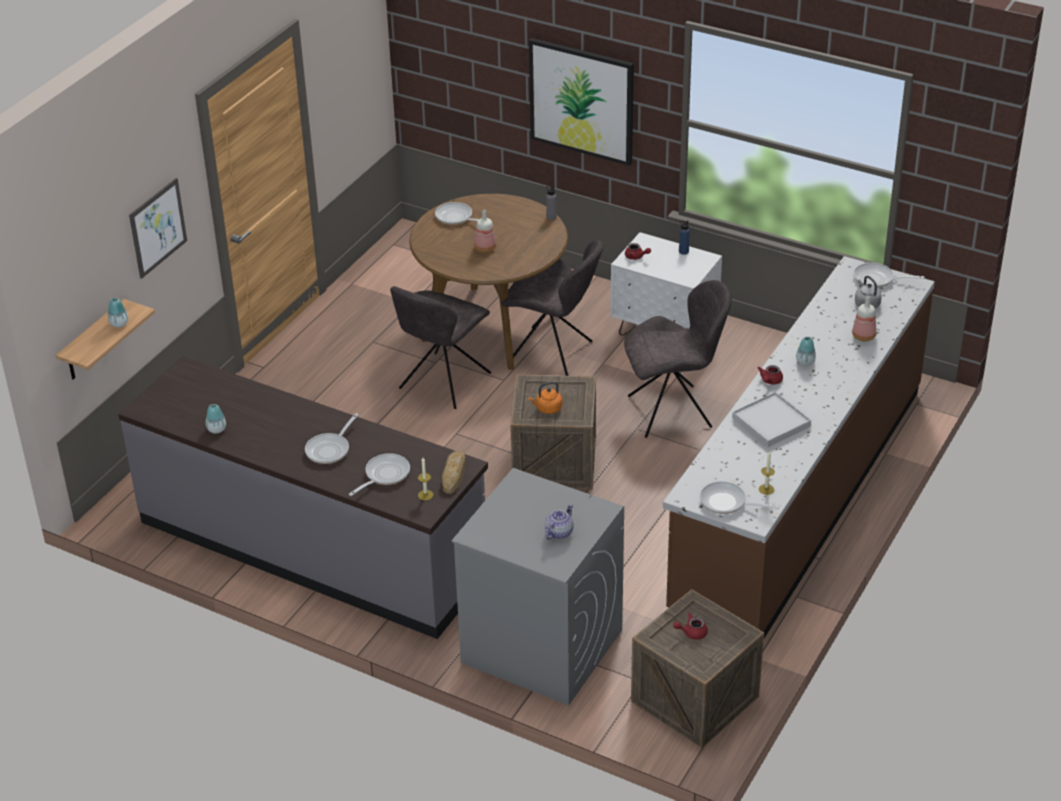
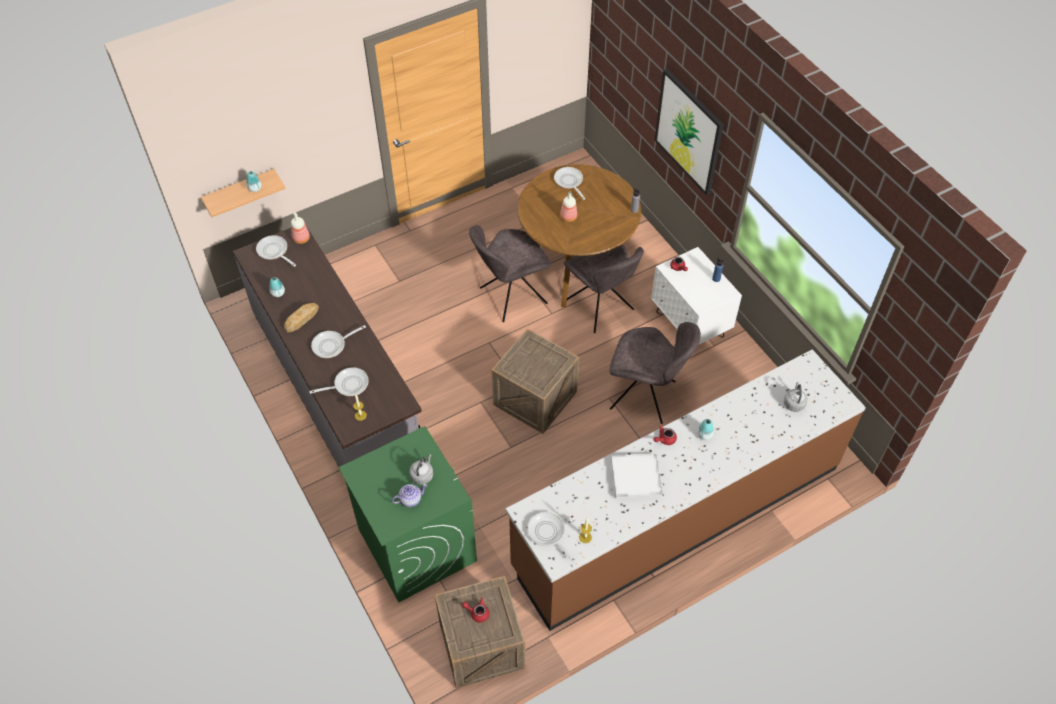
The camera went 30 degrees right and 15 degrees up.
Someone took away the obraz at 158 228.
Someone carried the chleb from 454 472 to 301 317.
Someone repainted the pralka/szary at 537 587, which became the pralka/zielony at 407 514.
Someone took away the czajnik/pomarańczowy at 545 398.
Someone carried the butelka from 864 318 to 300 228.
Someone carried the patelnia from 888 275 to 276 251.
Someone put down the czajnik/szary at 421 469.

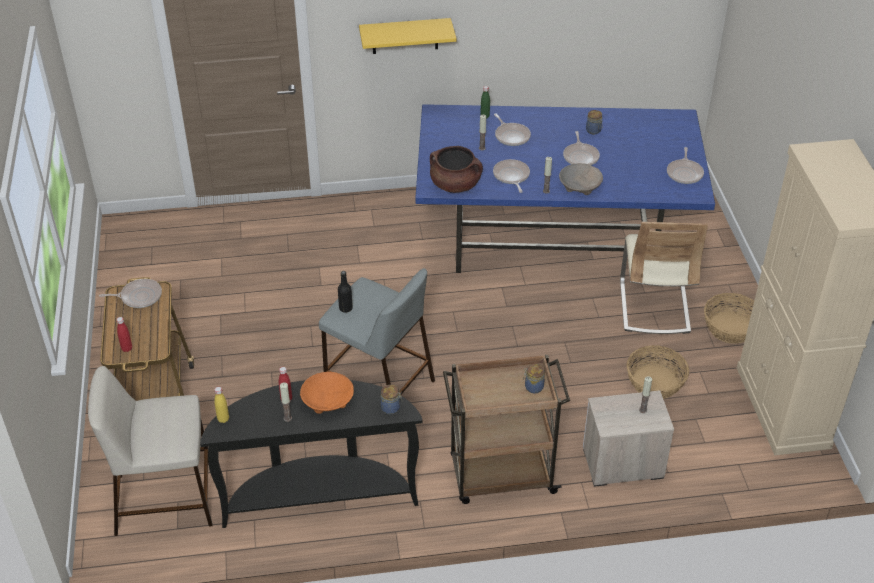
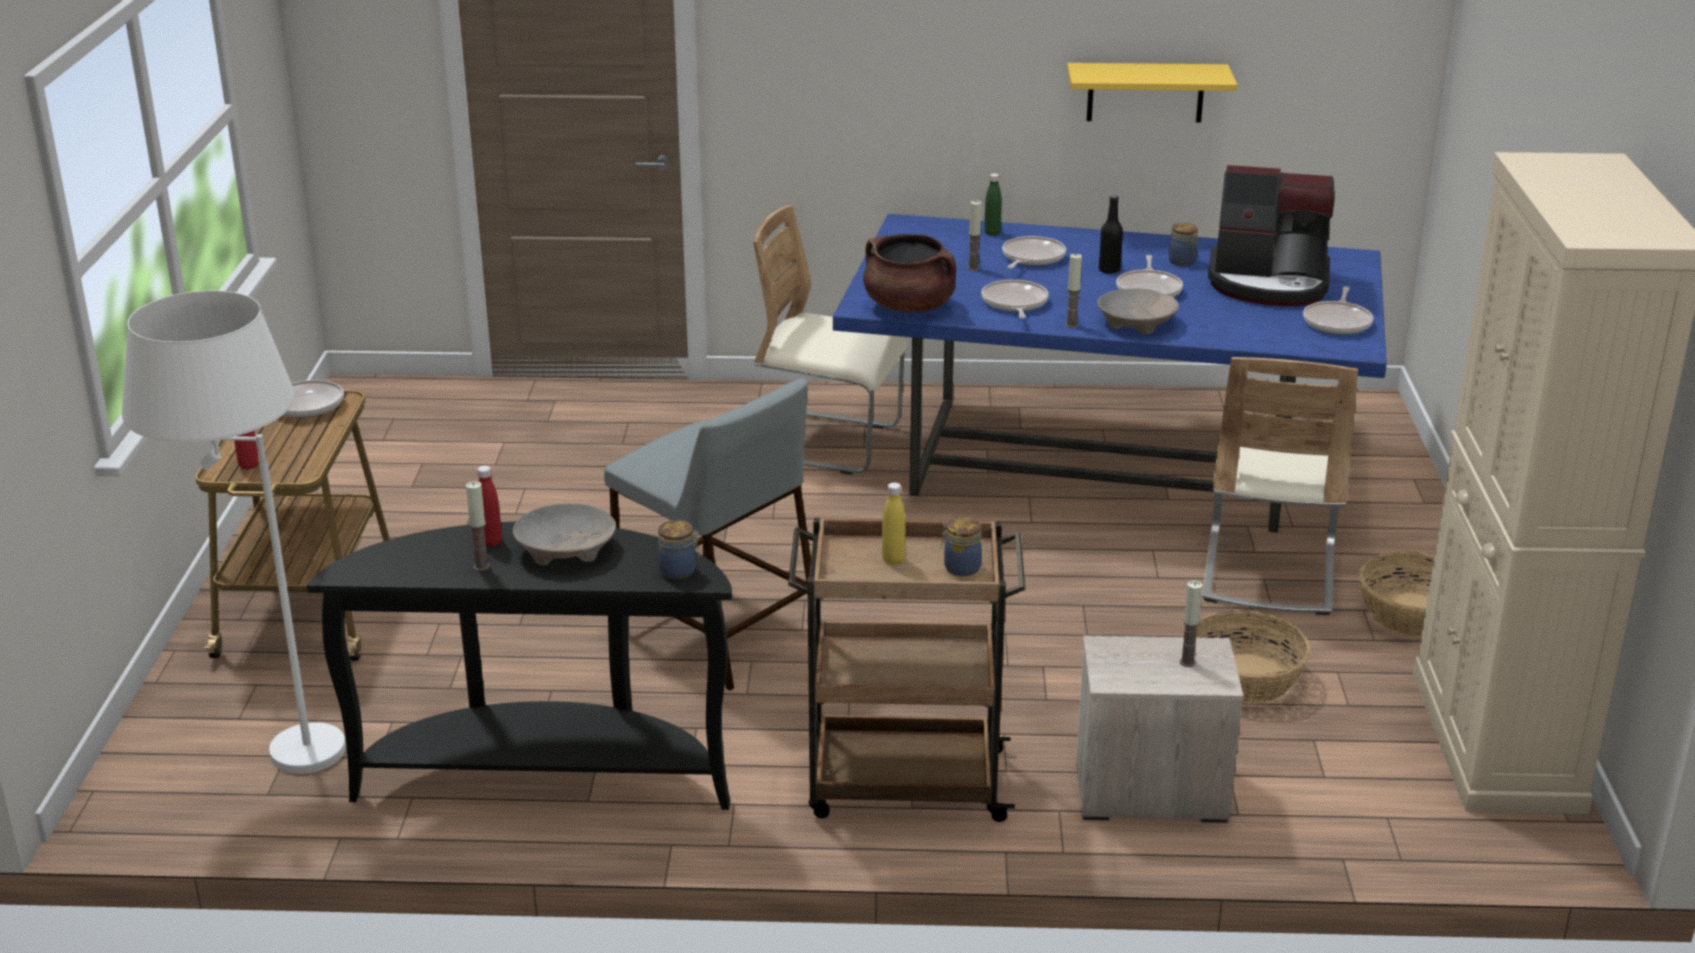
The camera went 10 degrees right and 15 degrees down.
Someone swapped the stołek/beżowy at 150 451 for the lampa stojąca/biały at 234 532.
Someone carried the butelka/żółty from 221 405 to 893 523.
Someone repainted the miska/pomarańczowy at 327 393, which became the miska/beżowy at 564 534.
Someone carried the butelka/czarny from 345 292 to 1111 234.
Someone carried the półka/żółty from 408 36 to 1152 92.
Someone rotated the patelnia at 512 130 by 135 degrees counterclockwise.
Someone put down the krzesło/beżowy at 830 340.
Someone put down the ekspres do kawy at 1271 235.

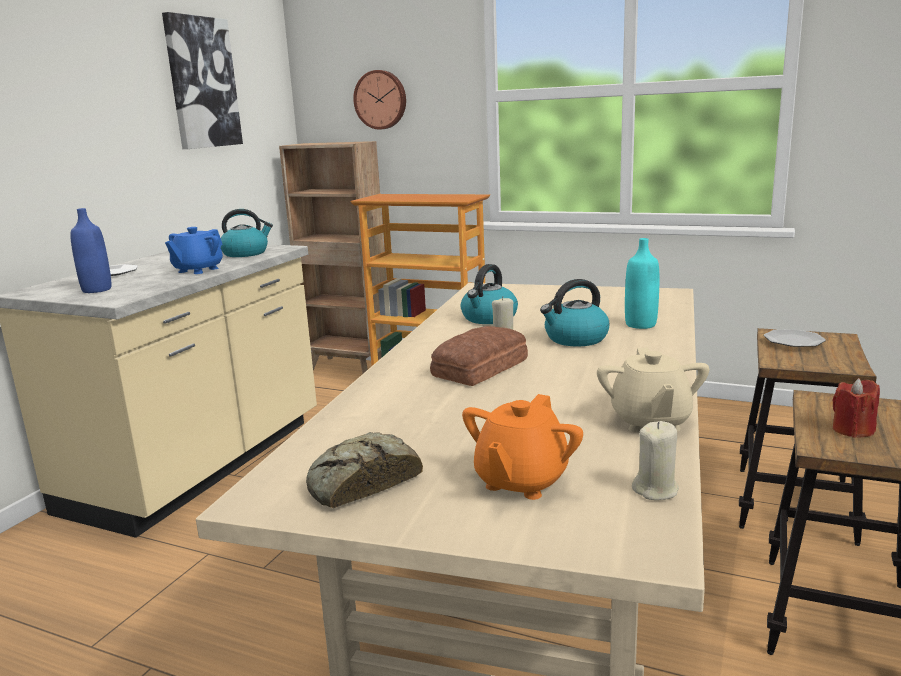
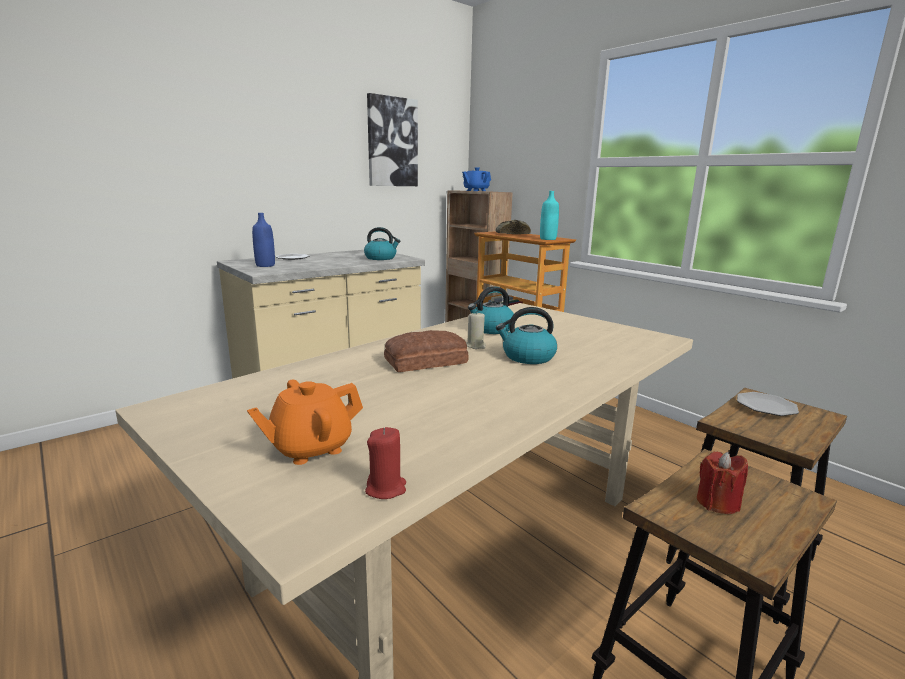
The camera went 25 degrees right and 0 degrees up.
Someone carried the imbryk/niebieski from 194 250 to 476 179.
Someone carried the chleb from 364 470 to 513 227.
Someone took away the zegar ścienny at 379 100.
Someone took away the imbryk/beżowy at 653 390.
Someone carried the butelka/turkusowy from 642 283 to 549 215.
Someone repainted the świeca/beżowy at 655 460, which became the świeca/czerwony at 385 463.

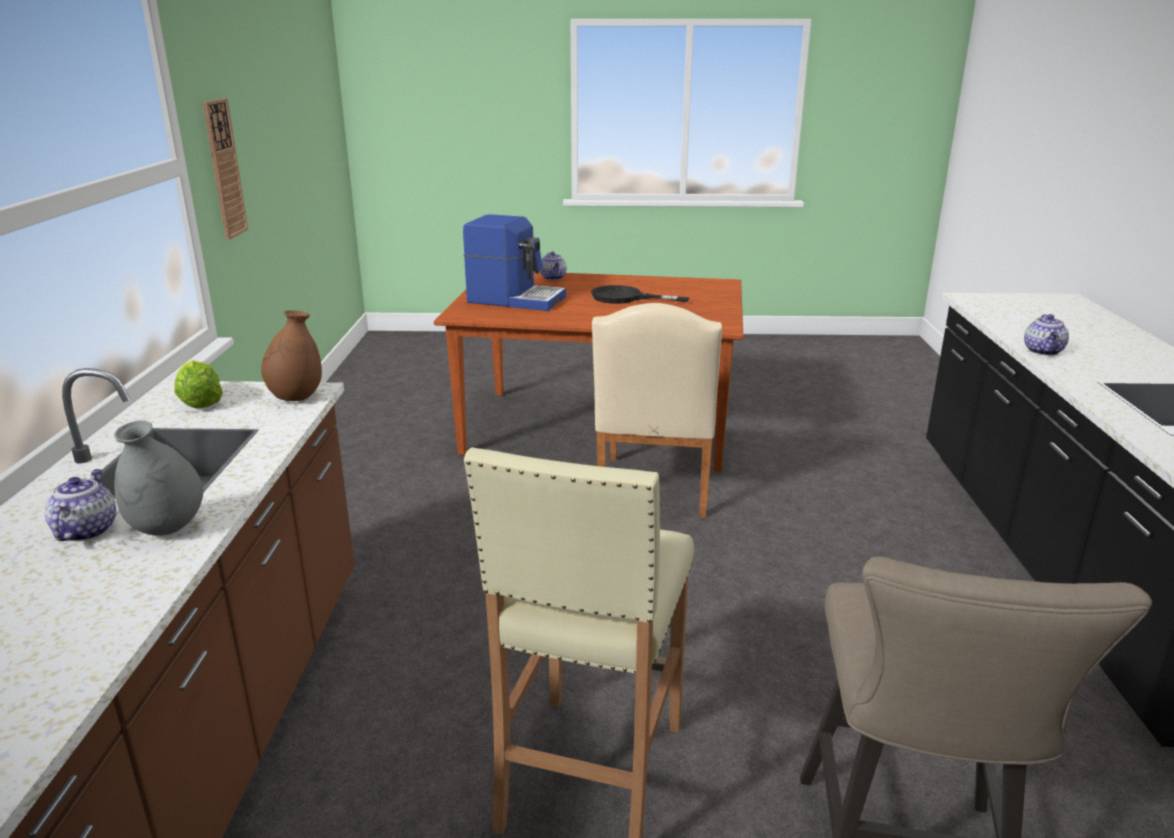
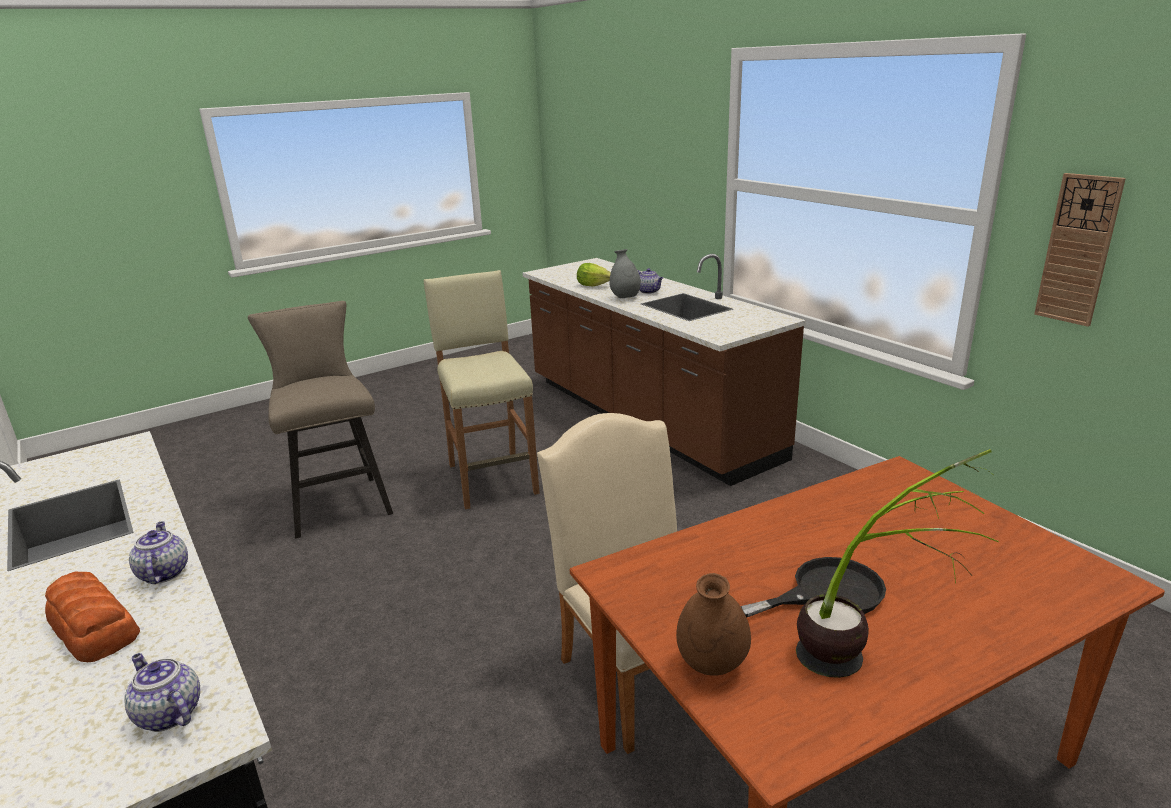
The camera went 145 degrees right and 0 degrees up.
Someone carried the sałata from 198 384 to 594 275.
Someone carried the wazon/brązowy from 291 355 to 713 624.
Someone took away the ekspres do kawy at 514 262.
Someone carried the imbryk from 553 266 to 162 692.
Someone put down the chleb at 92 617.
Someone put down the roślina doniczkowa at 897 563.

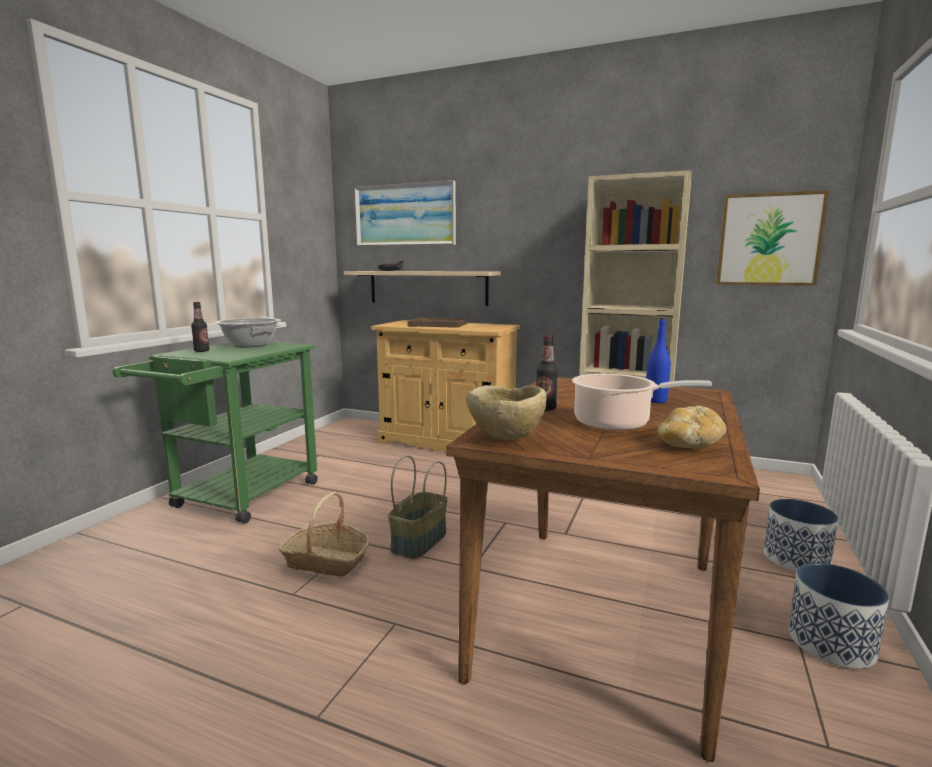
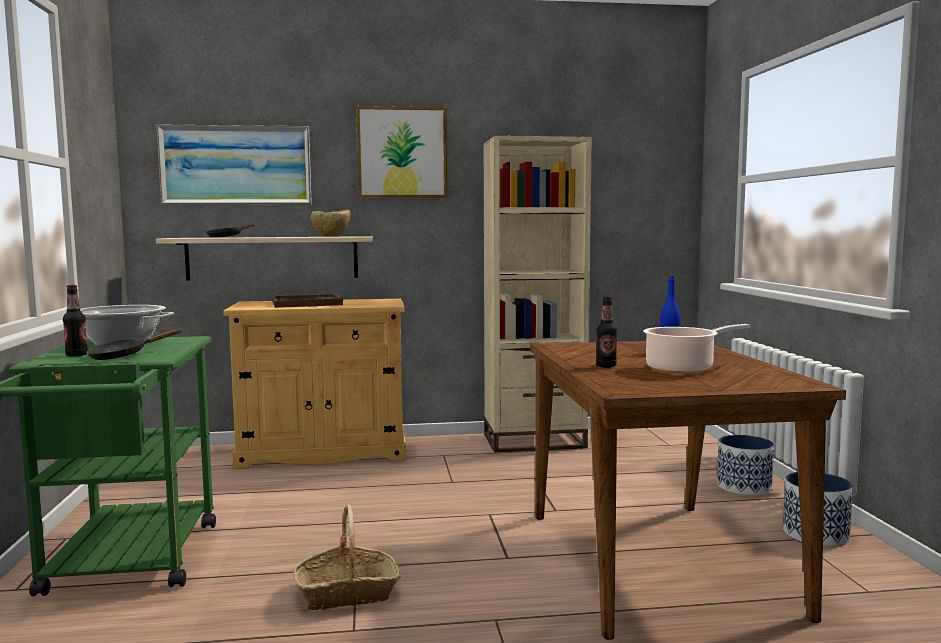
The camera went 30 degrees left and 5 degrees down.
Someone took away the koszyk at 417 507.
Someone carried the miska/beżowy from 506 412 to 330 223.
Someone took away the chleb at 692 427.
Someone carried the obraz from 772 238 to 401 152.
Someone put down the patelnia/czarny at 134 344.

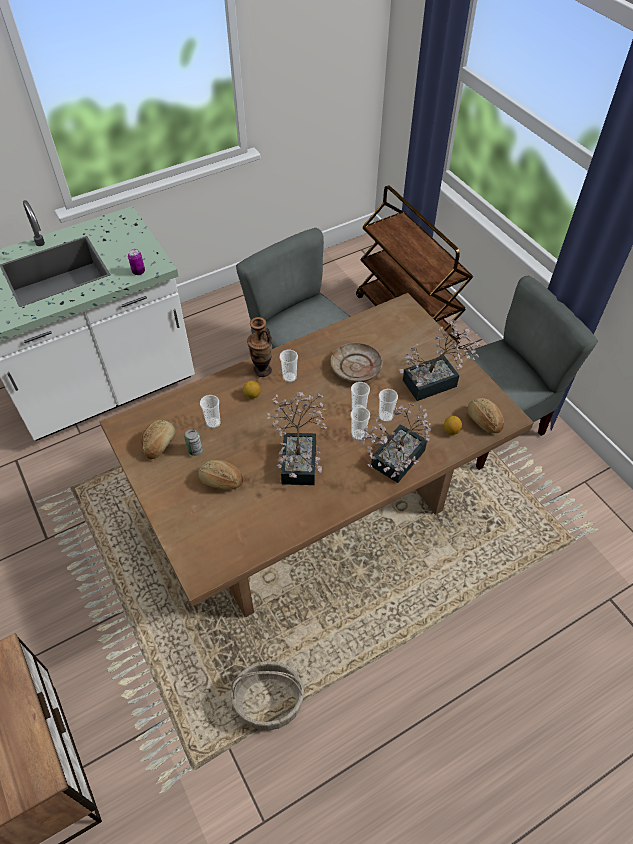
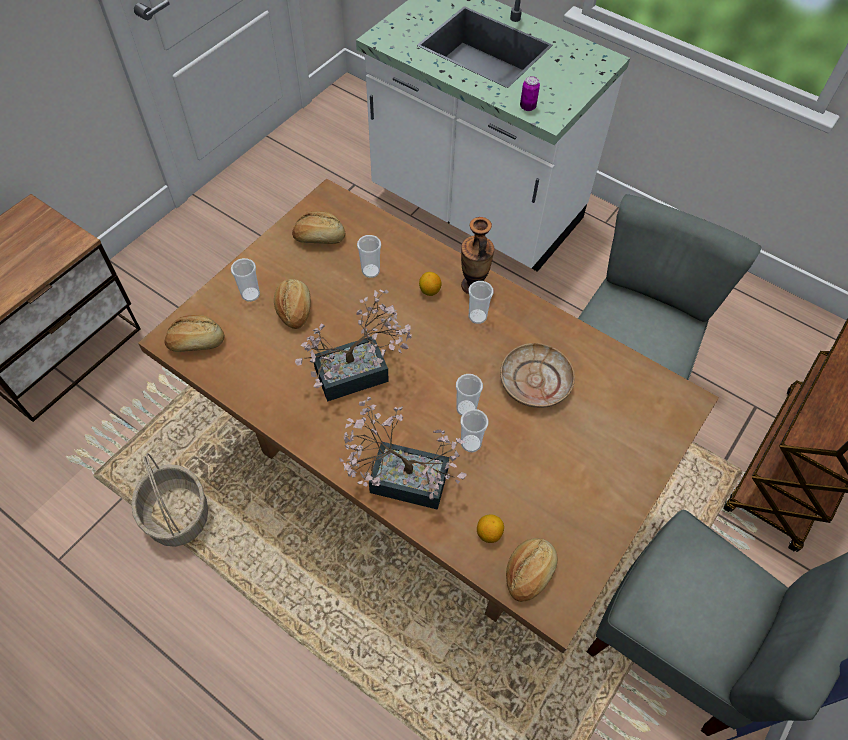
The camera went 65 degrees right and 5 degrees up.
Someone took away the puszka at 193 442.
Someone carried the filiżanka from 360 424 to 245 280.
Someone took away the roślina doniczkowa at 439 360.
Someone put down the chleb at 195 333.

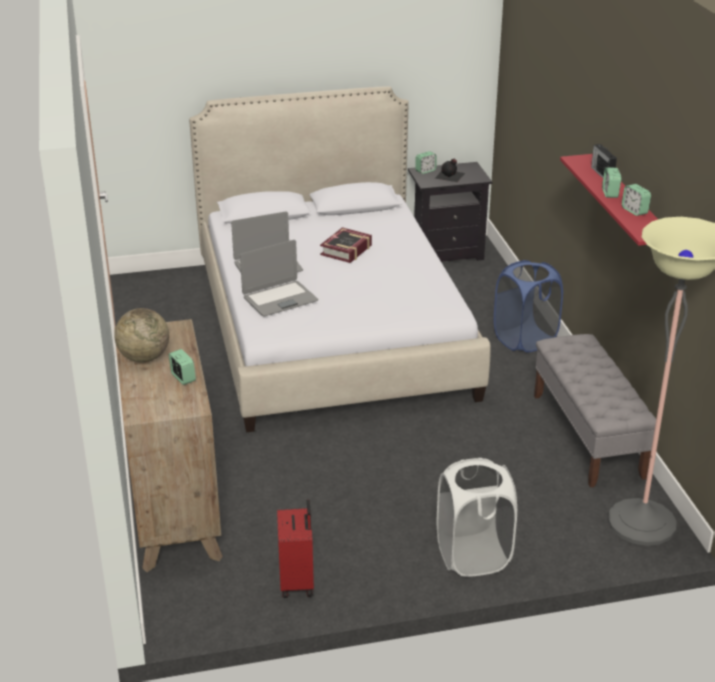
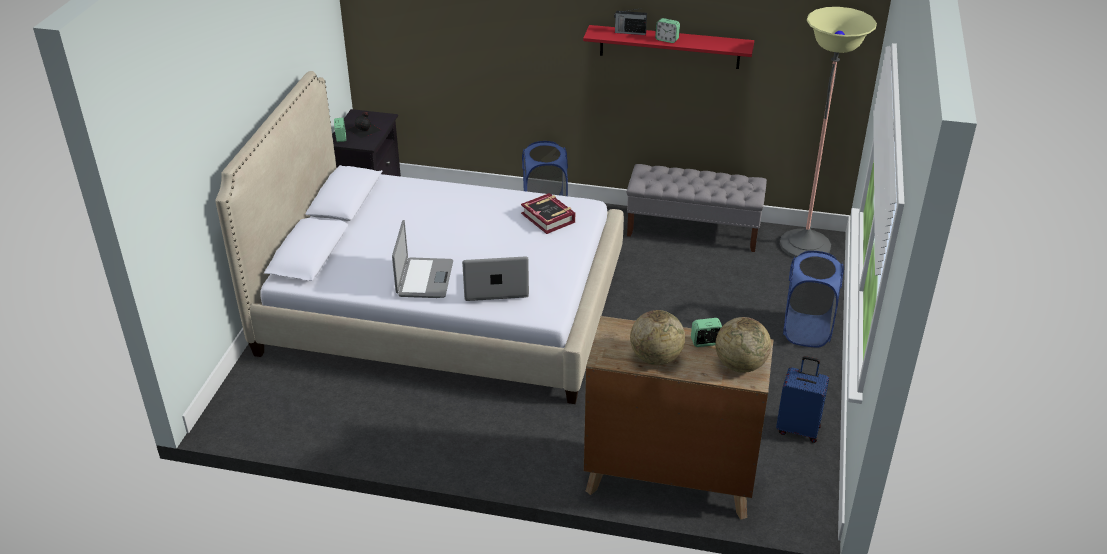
The camera went 65 degrees left and 5 degrees up.
Someone rotated the laptop at 279 278 by 90 degrees counterclockwise.
Someone repainted the walizka/czerwony at 295 549, which became the walizka/niebieski at 802 399.
Someone carried the książka from 346 245 to 548 213.
Someone repainted the kosz na pranie/biały at 477 517, which became the kosz na pranie/niebieski at 813 299.
Someone took away the budzik at 636 200.
Someone put down the globus at 743 345.

